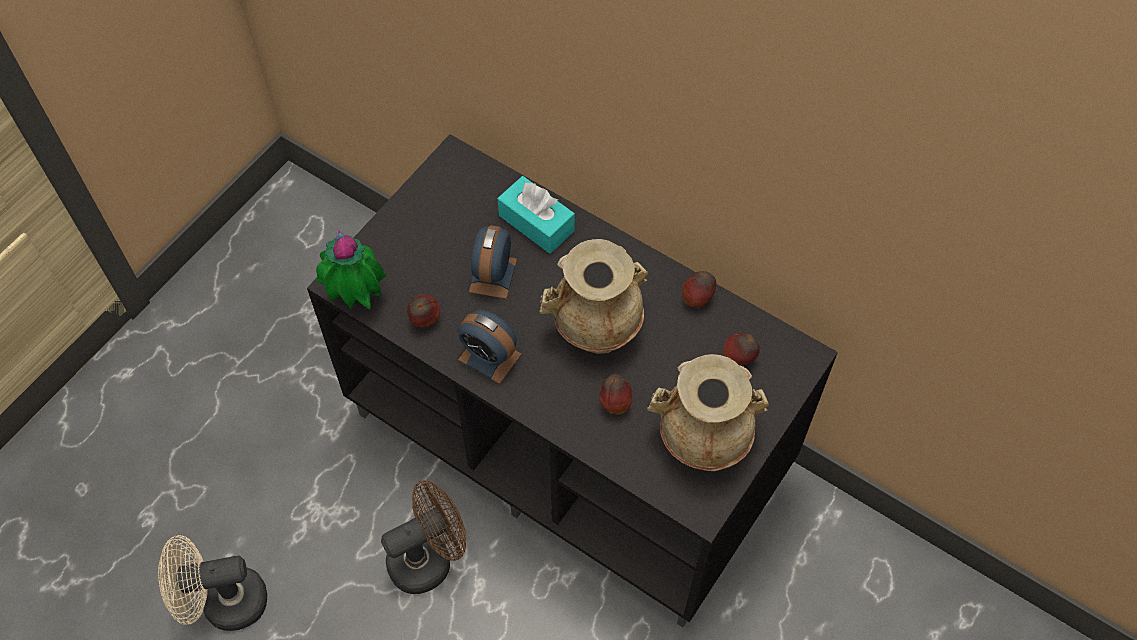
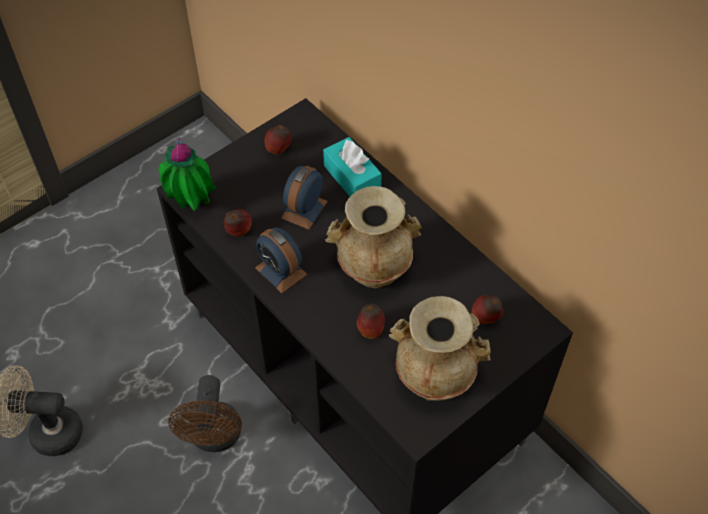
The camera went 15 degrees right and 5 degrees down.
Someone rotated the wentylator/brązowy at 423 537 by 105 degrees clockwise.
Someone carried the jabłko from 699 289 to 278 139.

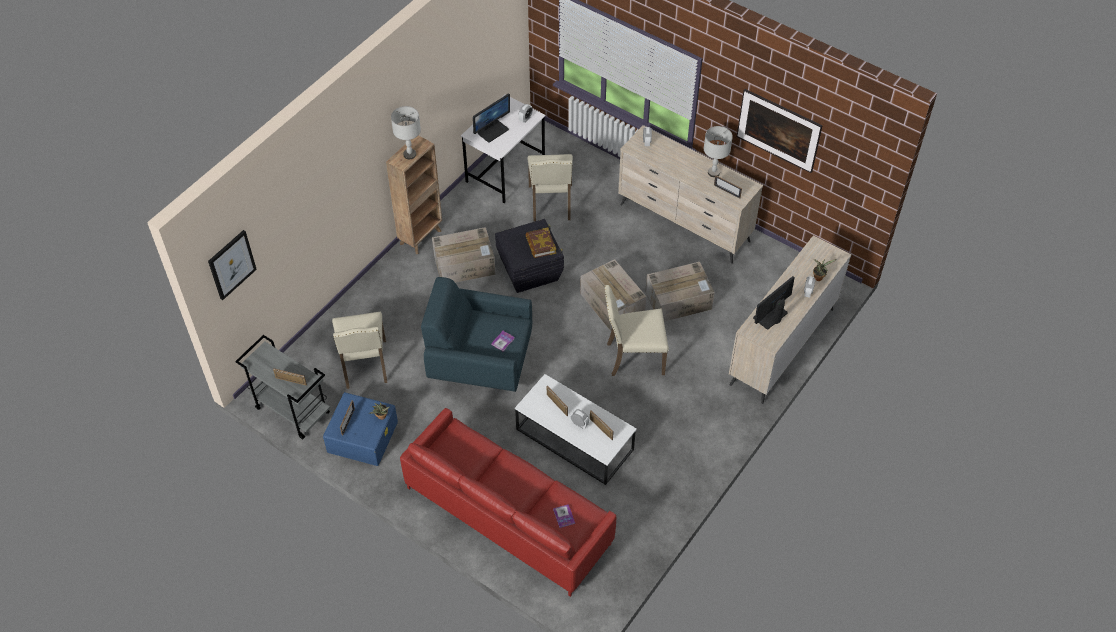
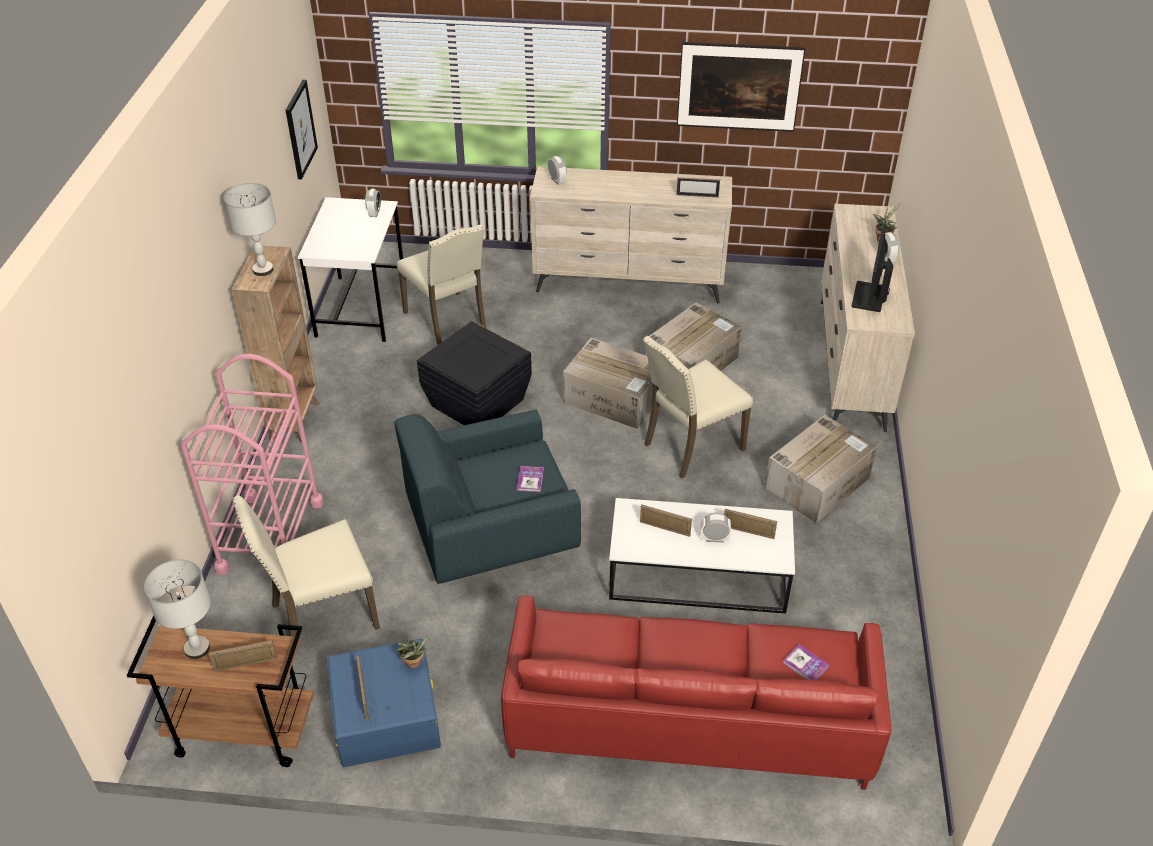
The camera went 30 degrees left and 10 degrees down.
Someone carried the obraz from 232 265 to 301 129.
Someone repainted the wózek/szary at 282 387, which became the wózek/brązowy at 220 691.
Someone rotated the krzesło/beżowy at 359 350 by 105 degrees clockwise.
Someone carried the karton from 464 255 to 820 469.
Someone took away the monitor at 491 118.
Someone took away the książka at 540 242.
Someone carried the lampa stołowa/szary from 718 151 to 177 609.
Someone put down the wózek/różowy at 252 464.

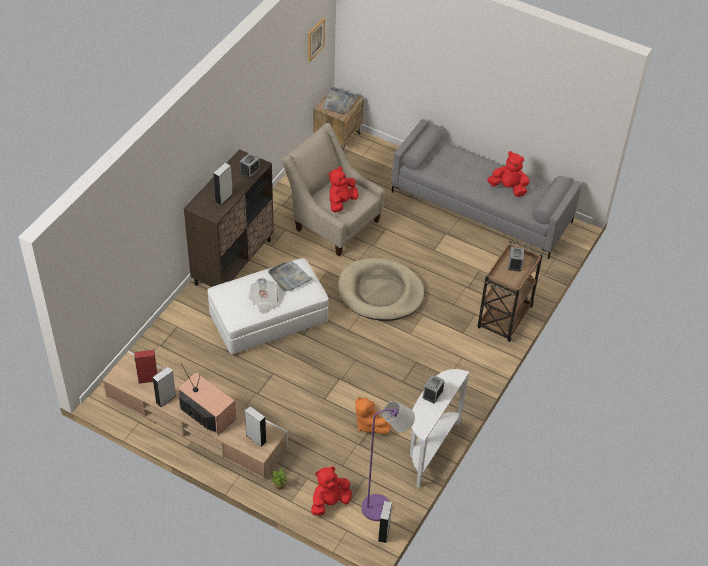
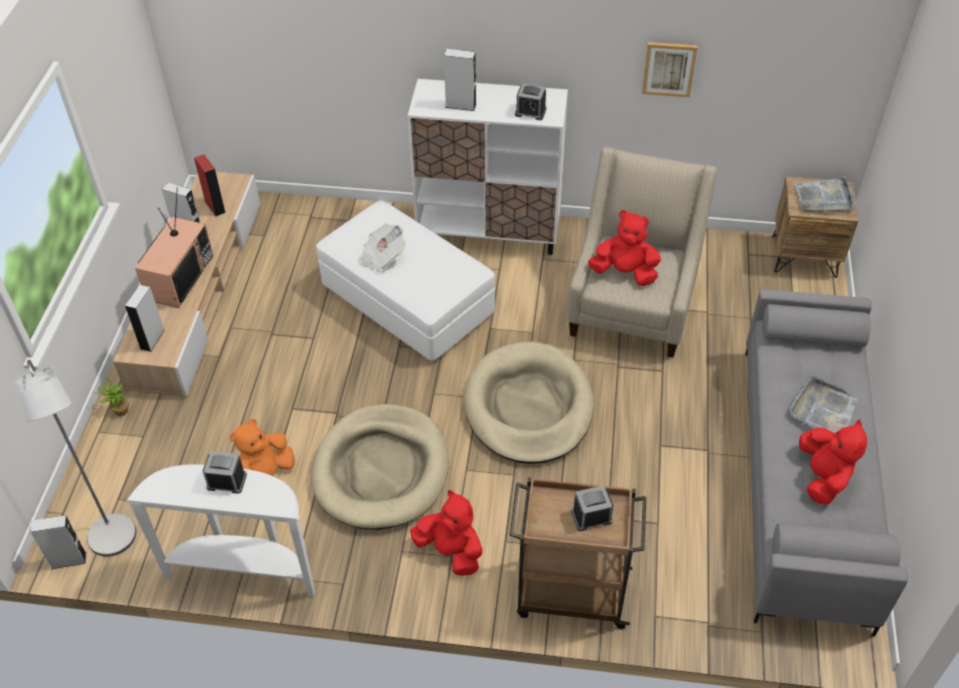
The camera went 70 degrees right and 0 degrees up.
Someone repainted the szafka/brązowy at 229 218, which became the szafka/biały at 488 167.
Someone carried the taca/szary from 290 276 to 822 404.
Someone carried the obraz from 316 40 to 670 69.
Someone carried the pluszak/czerwony from 331 491 to 446 533.
Someone repainted the lampa stojąca/fioletowy at 388 461, which became the lampa stojąca/szary at 75 458.
Someone put down the legowisko/beżowy at 380 467.

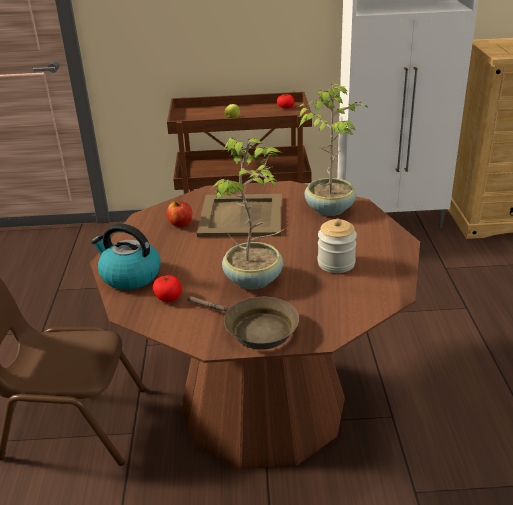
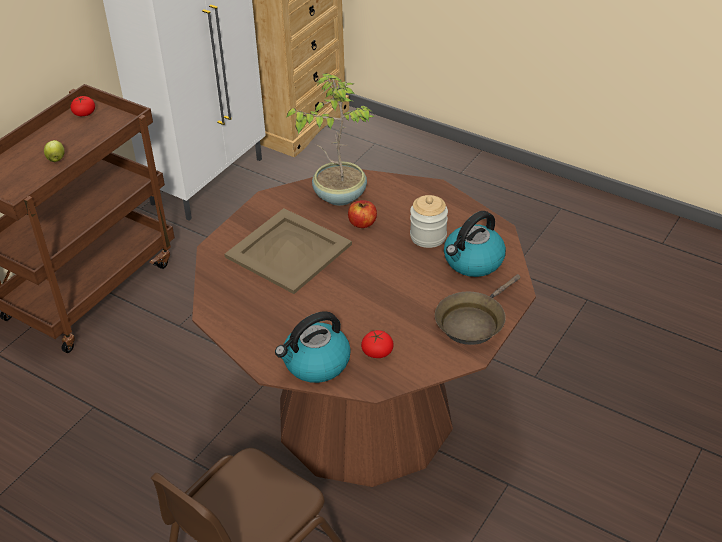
The camera went 55 degrees left and 10 degrees up.
Someone carried the jabłko from 179 214 to 362 214.
Someone rotated the patelnia/brązowy at 243 323 by 150 degrees clockwise.
Someone took away the roślina doniczkowa at 249 213.
Someone put down the czajnik at 475 244.

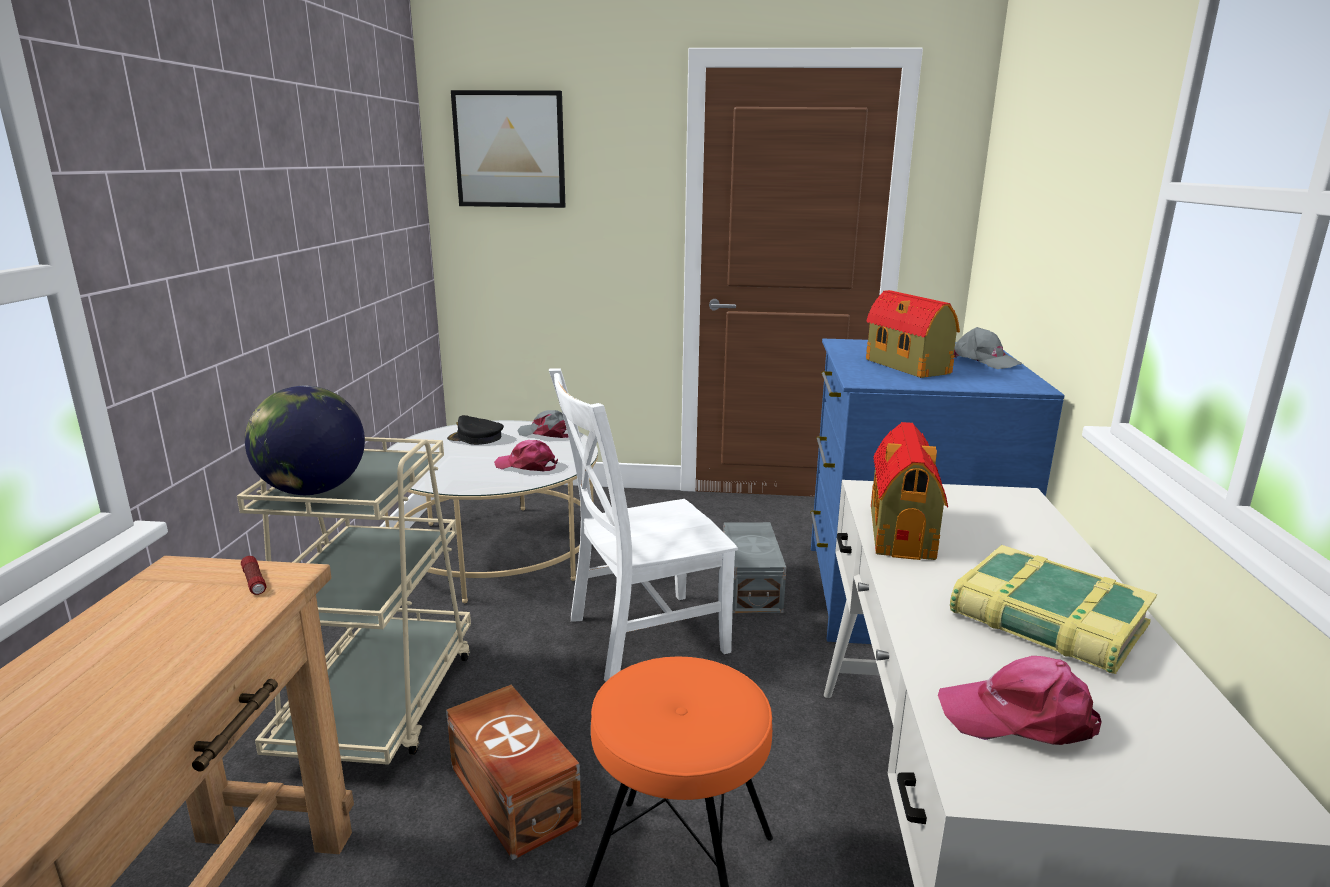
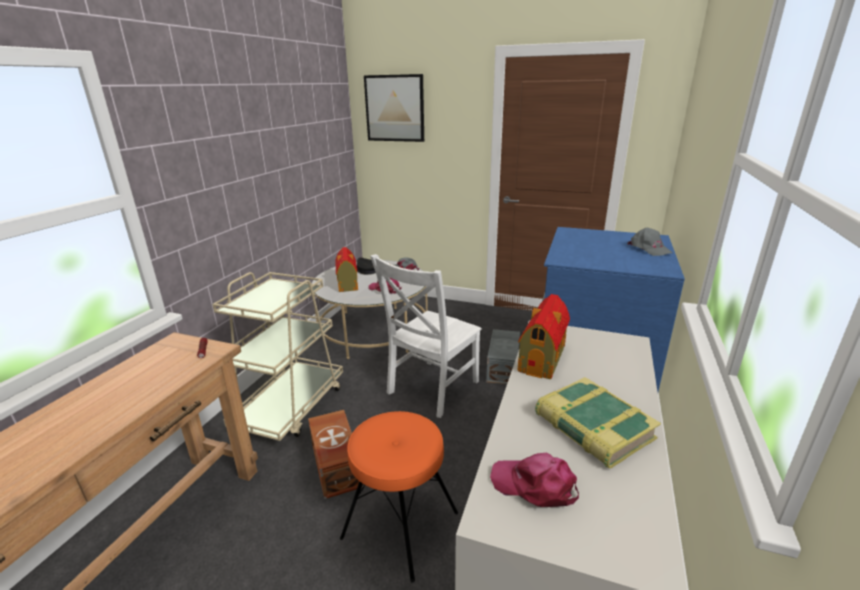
The camera went 15 degrees right and 5 degrees up.
Someone took away the globus at 305 440.
Someone rotated the krzesło/biały at 643 524 by 45 degrees counterclockwise.
Someone carried the domek from 913 334 to 346 269.

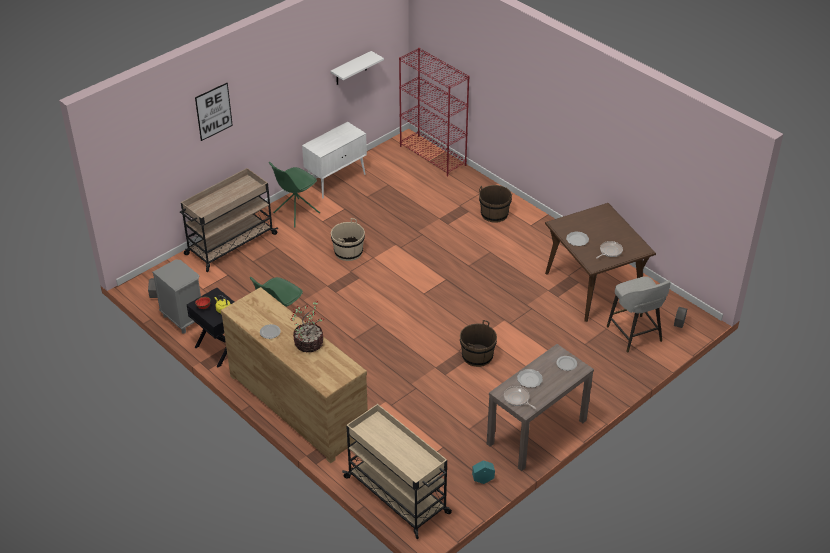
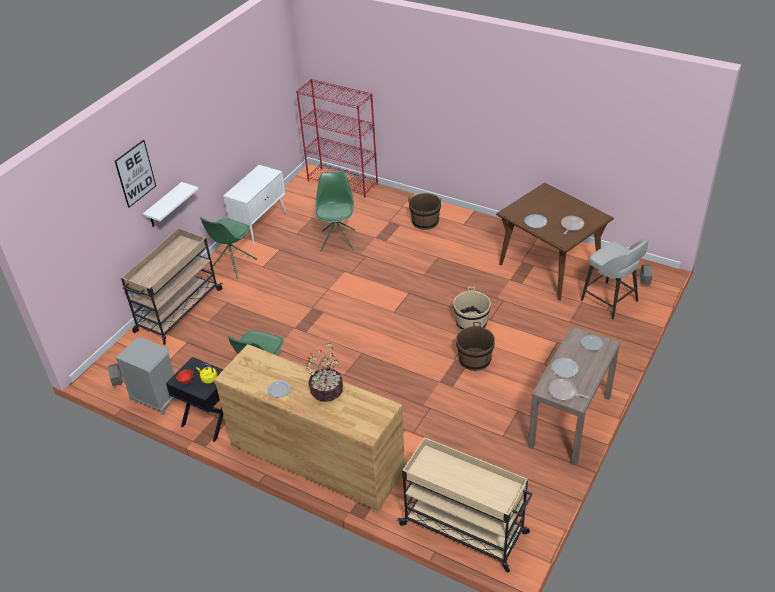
The camera went 15 degrees left and 0 degrees up.
Someone carried the półka/biały from 357 68 to 170 204.
Someone carried the wiadro/beżowy from 348 239 to 472 308.
Someone took away the donica/turkusowy at 483 472.
Someone put down the krzesło/zielony at 335 211.

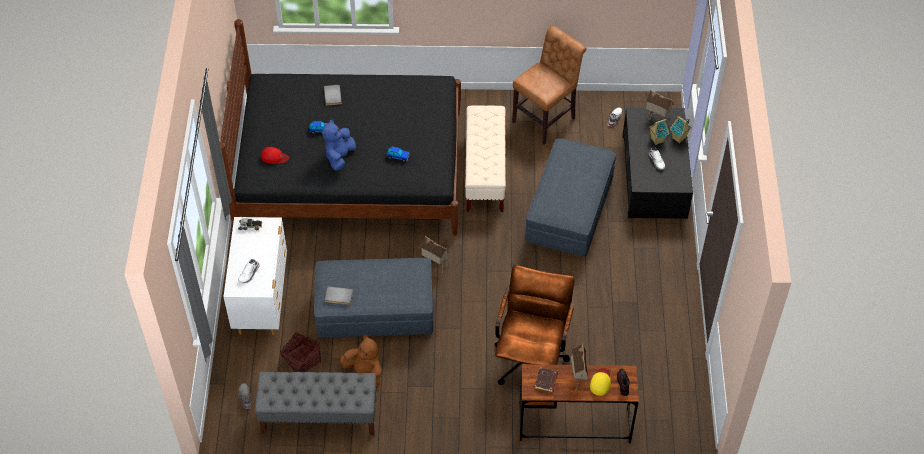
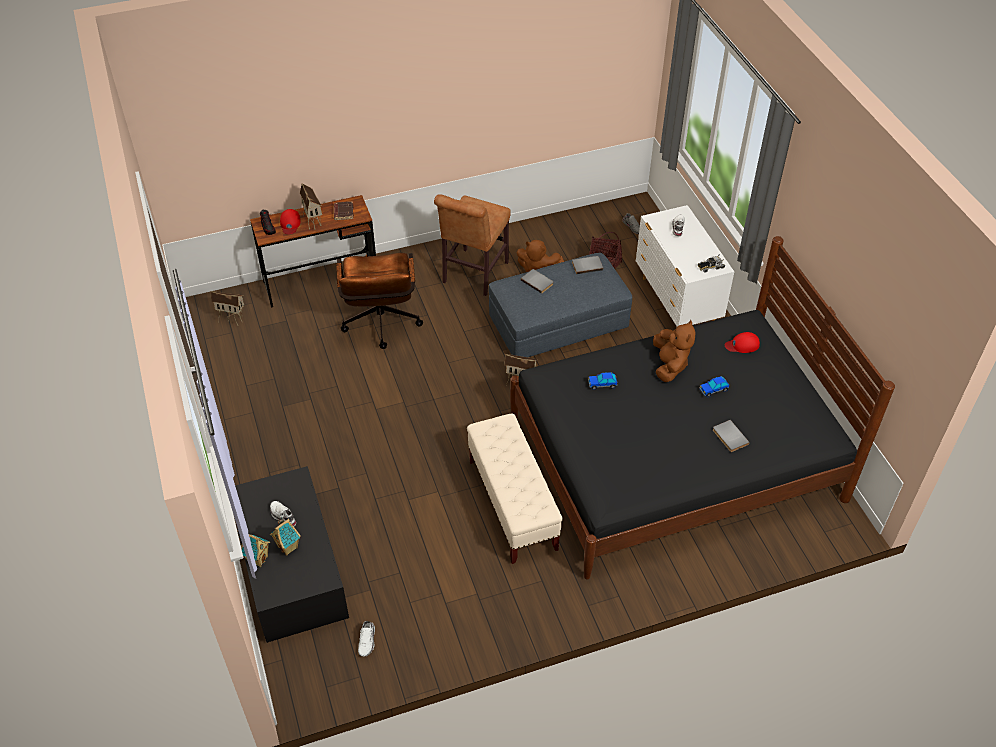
The camera went 160 degrees right and 5 degrees down.
Someone took away the ławka/szary at 315 403.
Someone repainted the pluszak/niebieski at 339 145, which became the pluszak/brązowy at 674 351.
Someone carried the krzesło/brązowy from 549 85 to 472 245.
Someone took away the pufa/szary at 570 197.
Someone repainted the czapka z daszkiem/żółty at 600 382, which became the czapka z daszkiem/czerwony at 290 221.
Someone carried the domek from 660 105 to 227 308.
Someone put down the książka/szary at 537 281.

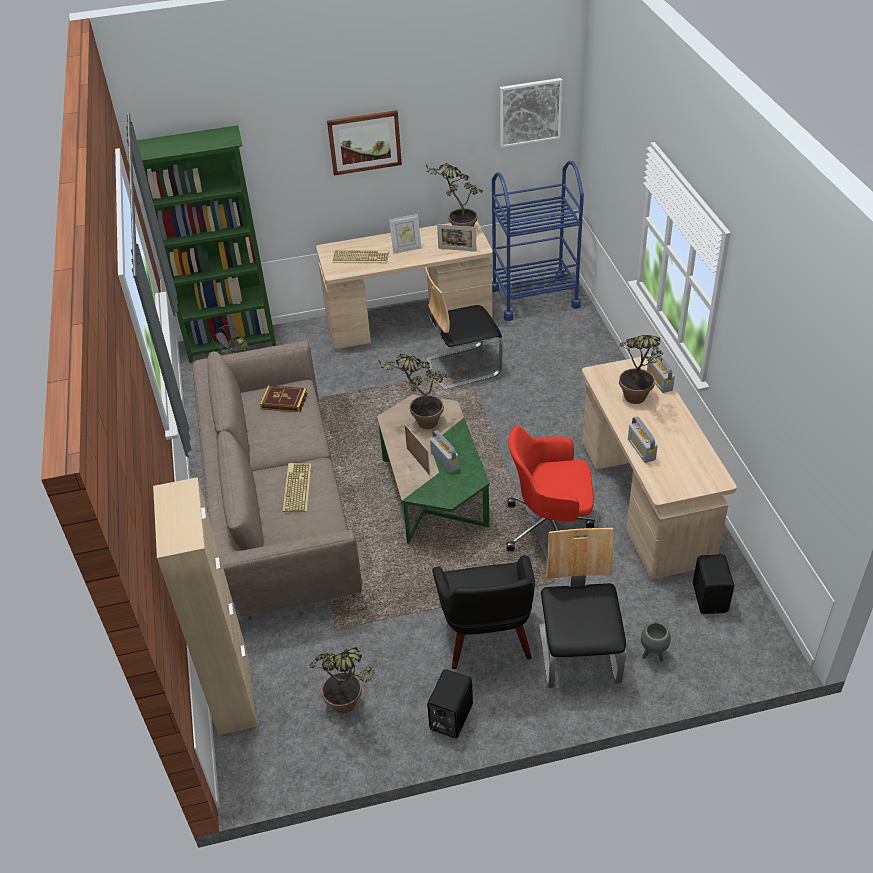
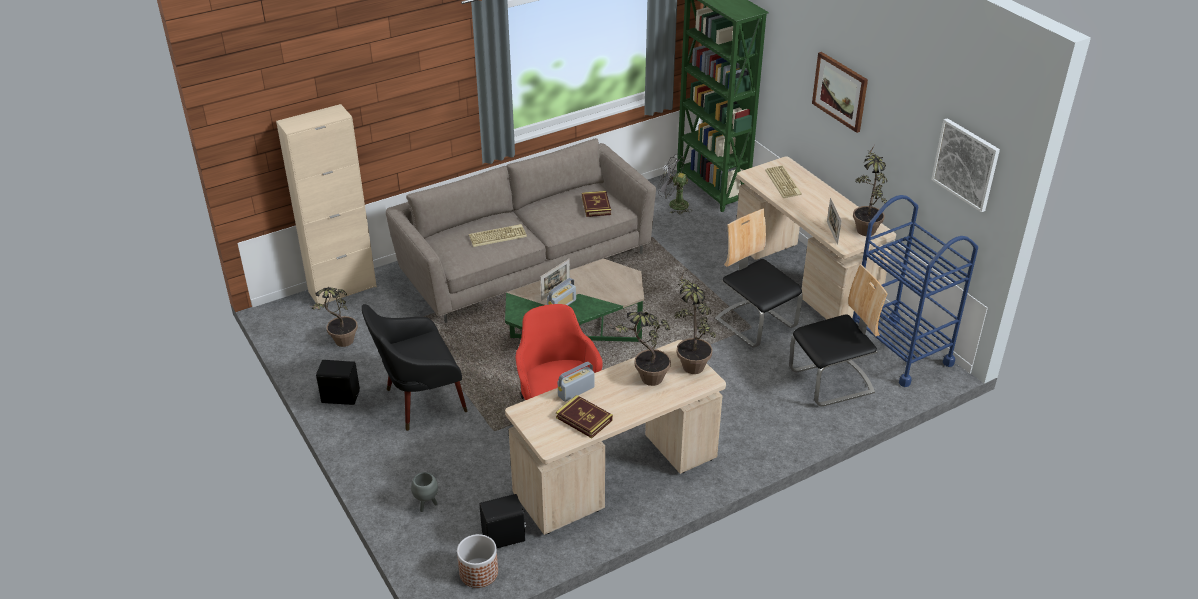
The camera went 70 degrees right and 5 degrees down.
Someone carried the roślina doniczkowa from 412 391 to 695 322.
Someone took away the ramka na zdjęcie at 405 234.
Someone carried the krzesło from 582 608 to 838 335.
Someone took away the radio at 661 371.
Someone put down the donica at 477 561.
Someone put down the książka at 584 416.

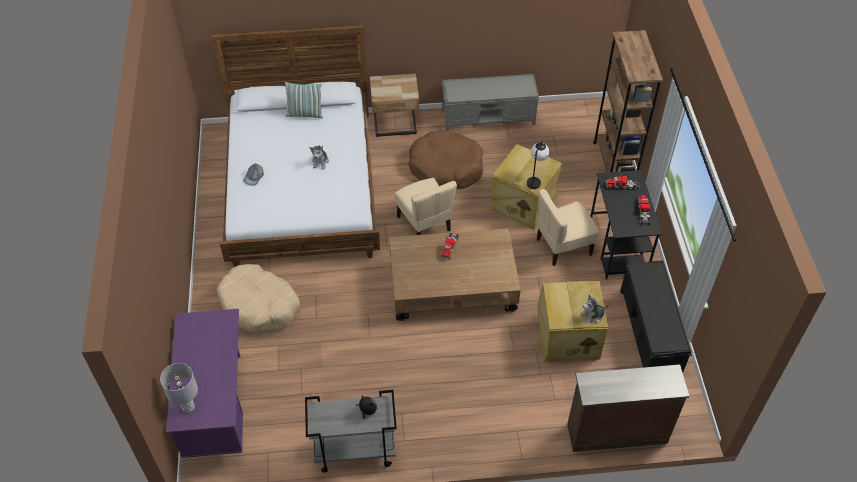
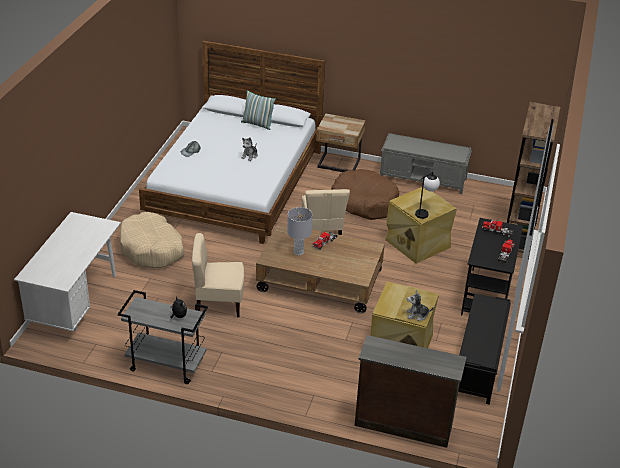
The camera went 20 degrees right and 15 degrees down.
Someone carried the lampa stołowa/szary from 179 388 to 300 231.
Someone repainted the biurko/fioletowy at 204 383, which became the biurko/biały at 67 271.
Someone carried the krzesło/beżowy from 568 227 to 218 275.

